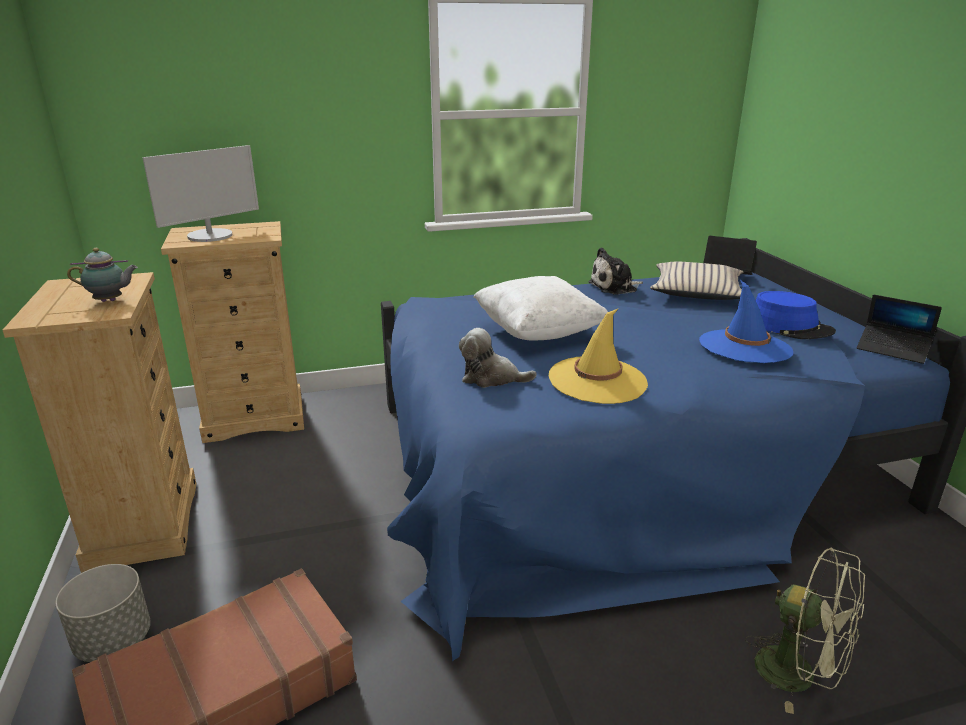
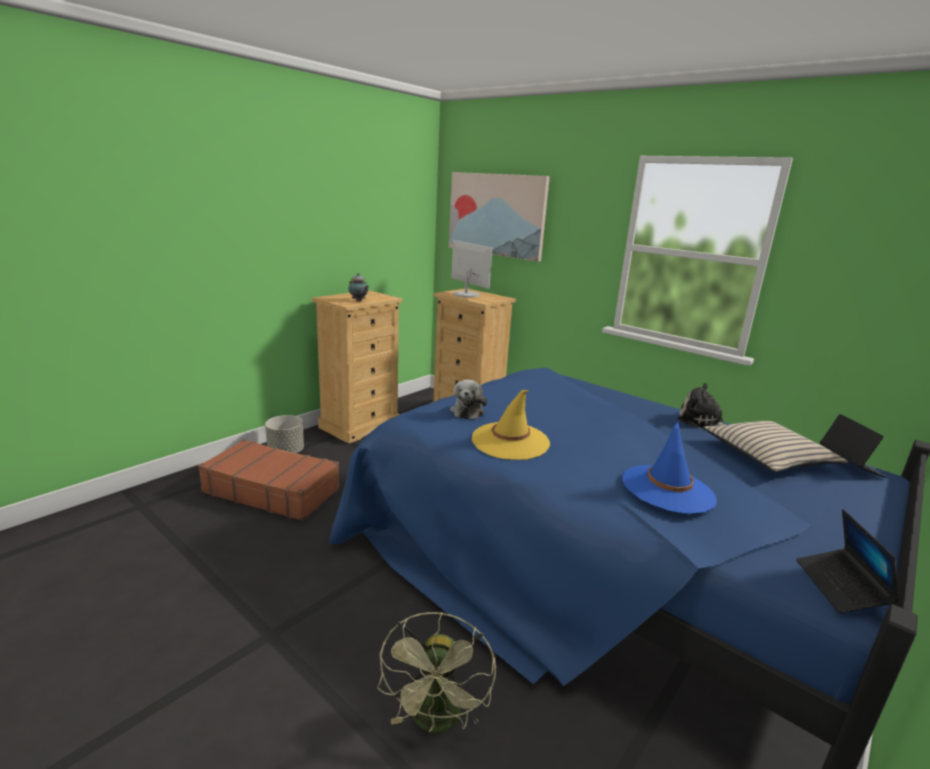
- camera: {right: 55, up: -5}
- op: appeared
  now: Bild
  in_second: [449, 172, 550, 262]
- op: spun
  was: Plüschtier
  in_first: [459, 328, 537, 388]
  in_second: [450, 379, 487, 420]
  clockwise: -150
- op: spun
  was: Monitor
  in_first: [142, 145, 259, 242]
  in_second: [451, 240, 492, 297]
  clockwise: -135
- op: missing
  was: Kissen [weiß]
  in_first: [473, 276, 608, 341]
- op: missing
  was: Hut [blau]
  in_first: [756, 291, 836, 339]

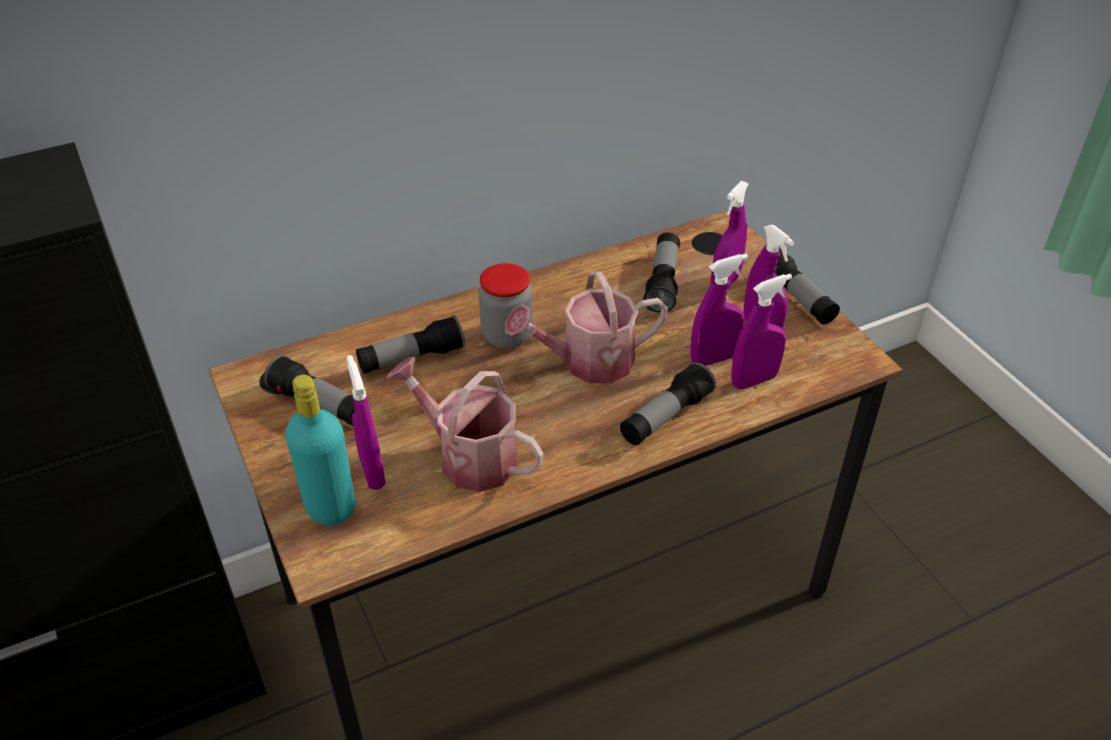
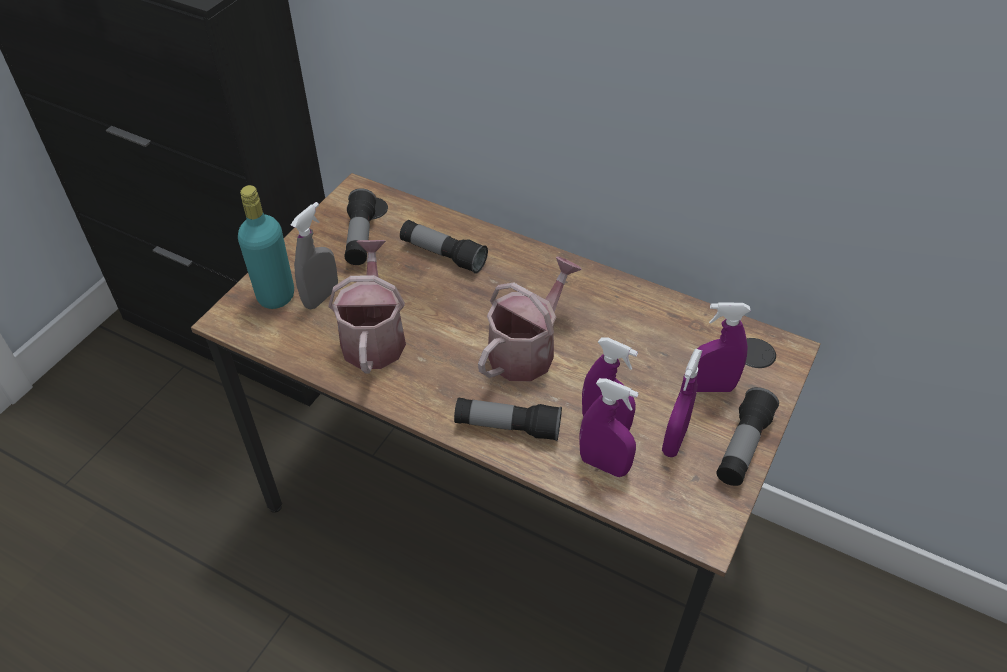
- camera: {right: 55, up: 5}
- op: colour
  was: Sprühflasche [lila]
  now: Sprühflasche [grau]
  in_first: [347, 355, 386, 490]
  in_second: [291, 202, 338, 310]
- op: spun
  was: Gießkanne
  in_first: [505, 271, 668, 383]
  in_second: [478, 257, 582, 381]
  clockwise: 90
- op: missing
  was: Vorratsglas
  in_first: [479, 263, 533, 349]
- op: missing
  was: Taschenlampe
  in_first: [643, 232, 680, 313]

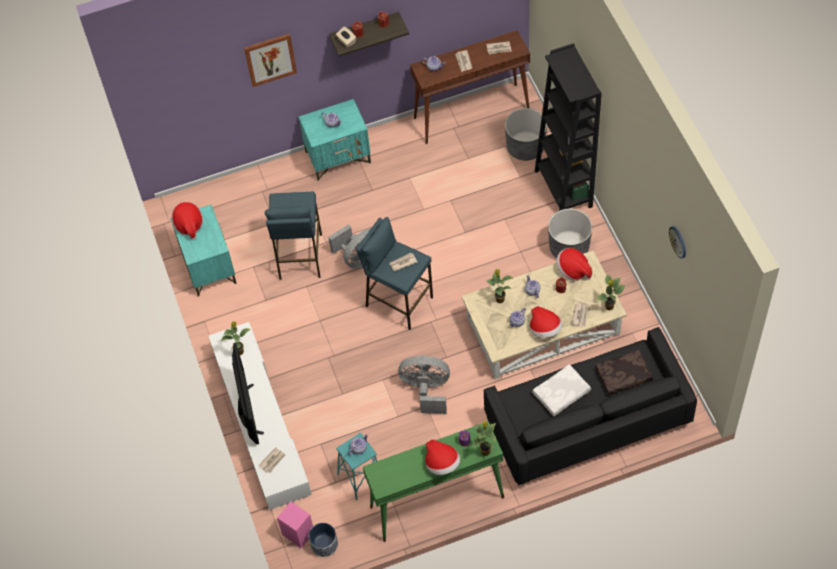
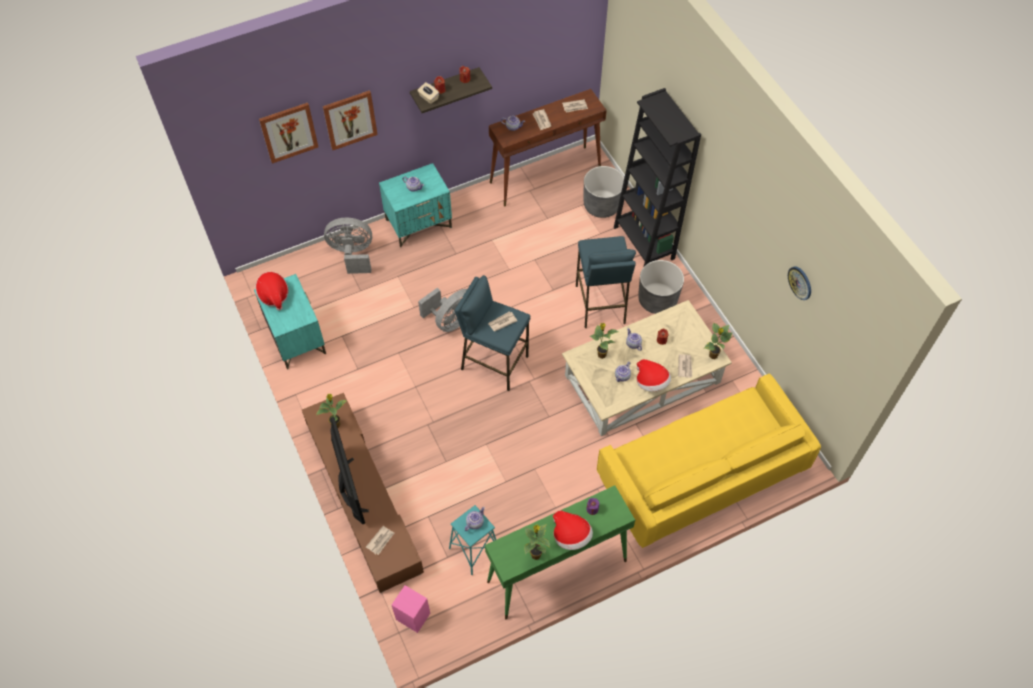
- camera: {right: -10, up: 0}
- op: appeared
  now: Bild
  in_second: [259, 103, 318, 164]
- op: colour
  was: Fernsehschrank [weiß]
  now: Fernsehschrank [braun]
  in_first: [209, 322, 312, 510]
  in_second: [302, 393, 424, 593]
- op: relocated
  was: Ventilator [grau]
  in_first: [398, 356, 450, 414]
  in_second: [324, 218, 372, 274]
- op: relocated
  was: Topfpflanze
  in_first: [474, 421, 496, 456]
  in_second: [524, 524, 550, 560]
- op: relocated
  was: Hocker [blau]
  in_first: [265, 192, 322, 280]
  in_second: [576, 236, 636, 328]
- op: colour
  was: Sofa [schwarz]
  now: Sofa [gelb]
  in_first: [484, 327, 697, 485]
  in_second: [597, 373, 821, 548]
- op: missing
  was: Pflanzkübel
  in_first: [309, 523, 338, 557]
- op: missing
  was: Kissen [weiß]
  in_first: [532, 364, 591, 416]
- op: missing
  was: Hut
  in_first: [556, 248, 592, 281]
- op: missing
  was: Kissen [braun]
  in_first: [595, 350, 653, 395]

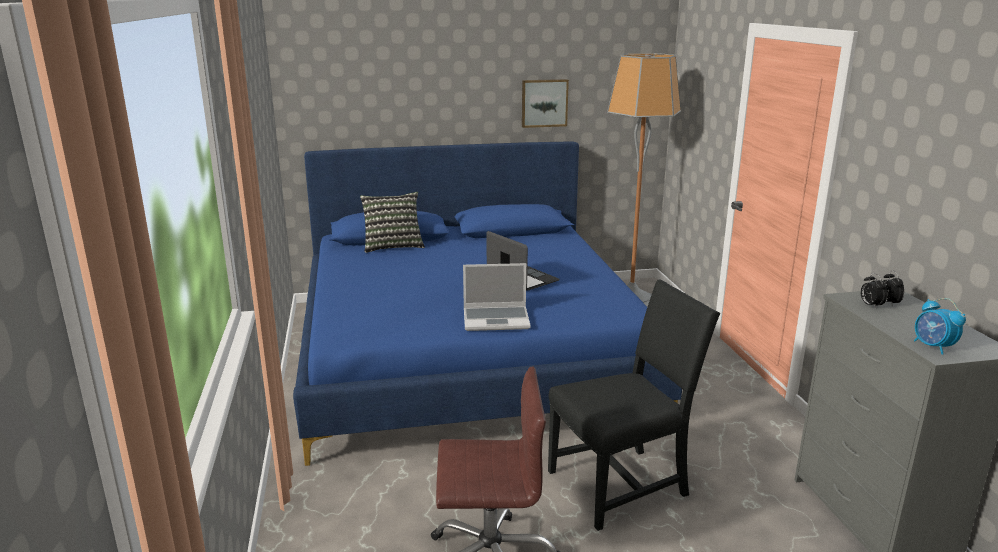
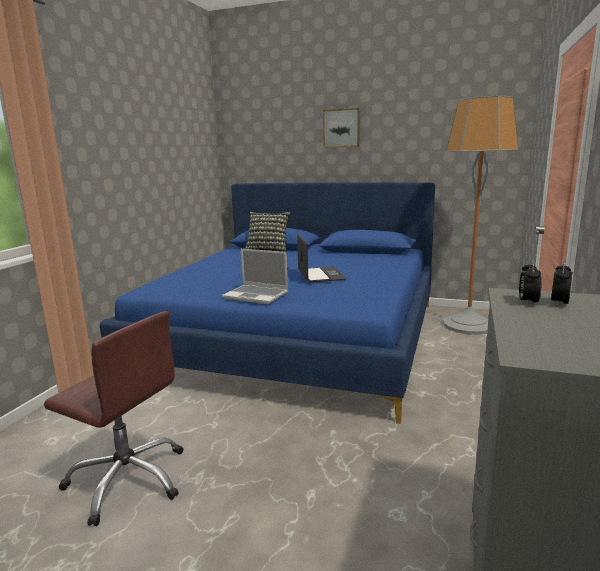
- camera: {right: 30, up: -5}
- op: relocated
  was: Bild
  in_first: [522, 79, 569, 128]
  in_second: [323, 108, 360, 148]
- op: missing
  was: Stuhl [schwarz]
  in_first: [548, 279, 720, 531]
- op: missing
  was: Wecker
  in_first: [914, 298, 966, 354]

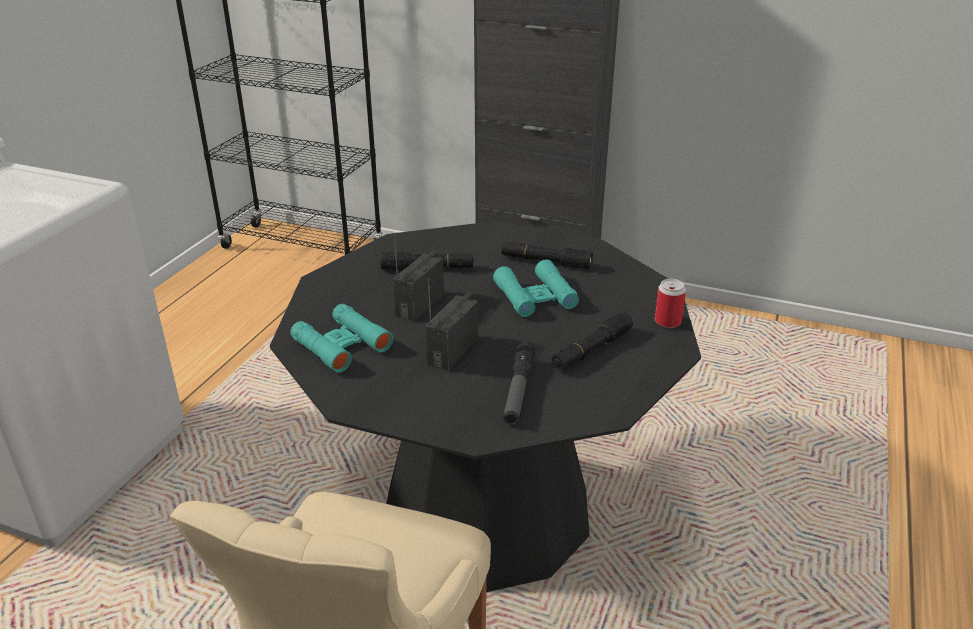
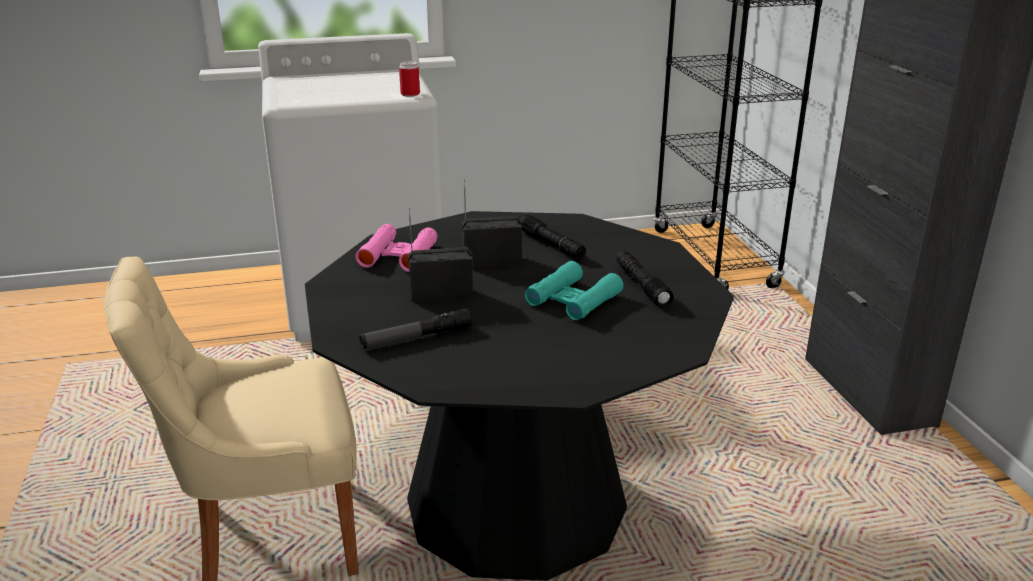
- camera: {right: 55, up: -5}
- op: colour
  was: Fernglas [türkis]
  now: Fernglas [rosa]
  in_first: [290, 304, 393, 373]
  in_second: [355, 224, 437, 272]
- op: relocated
  was: Dose
  in_first: [655, 279, 686, 328]
  in_second: [399, 61, 420, 97]
- op: missing
  was: Taschenlampe [schwarz]
  in_first: [552, 313, 633, 370]

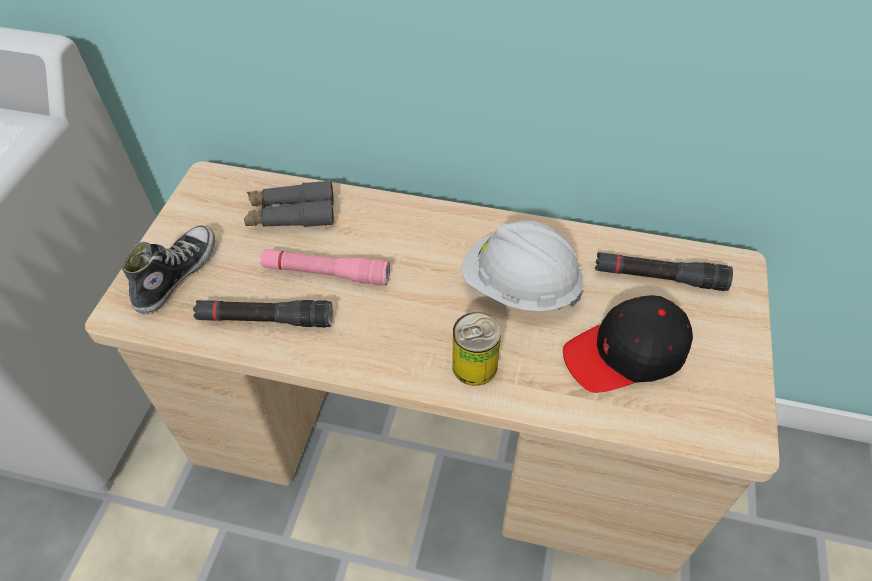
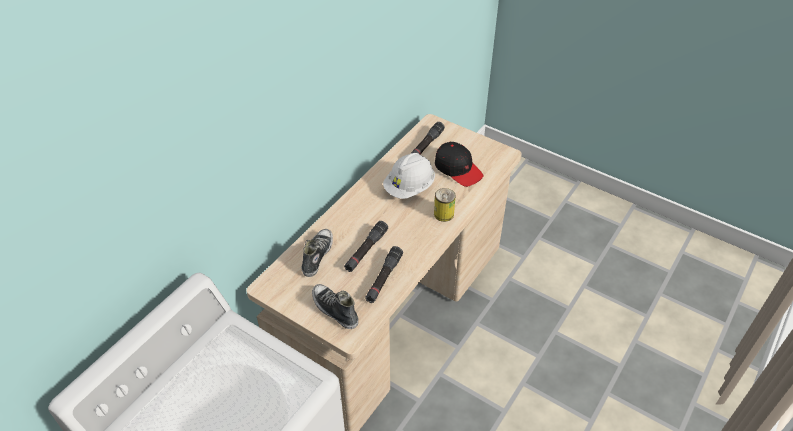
- camera: {right: -70, up: -5}
- op: exchanged
  was: Fernglas [grau]
  now: Schuh
  in_first: [244, 180, 334, 227]
  in_second: [301, 229, 333, 277]
- op: colour
  was: Taschenlampe [rosa]
  now: Taschenlampe [schwarz]
  in_first: [260, 249, 390, 286]
  in_second: [344, 221, 388, 272]
- op: spun
  was: Kappe [schwarz]
  in_first: [563, 295, 693, 393]
  in_second: [435, 142, 483, 187]
  clockwise: -45

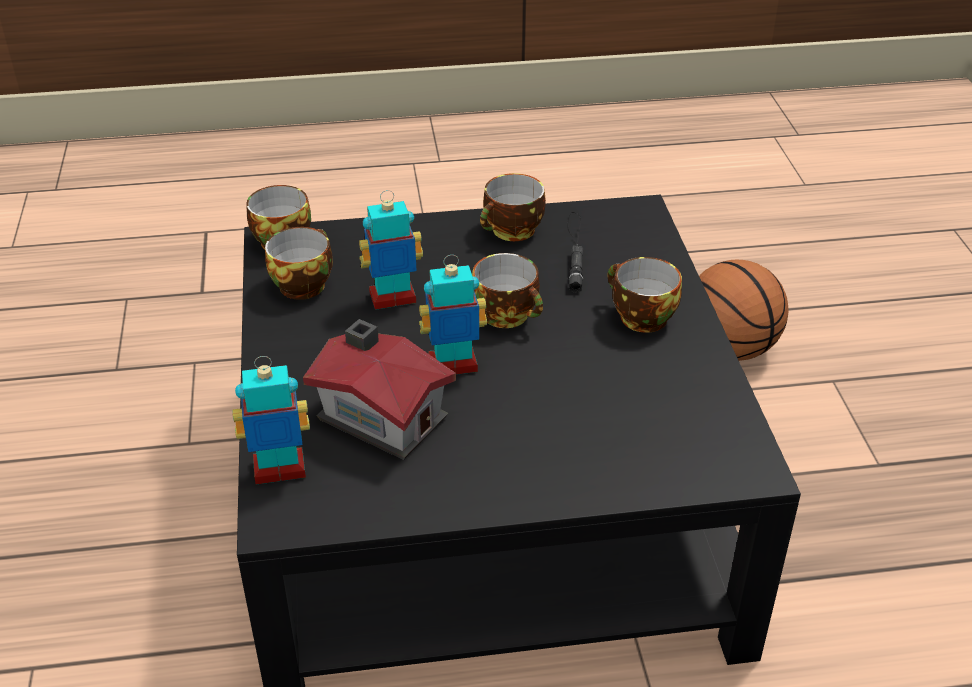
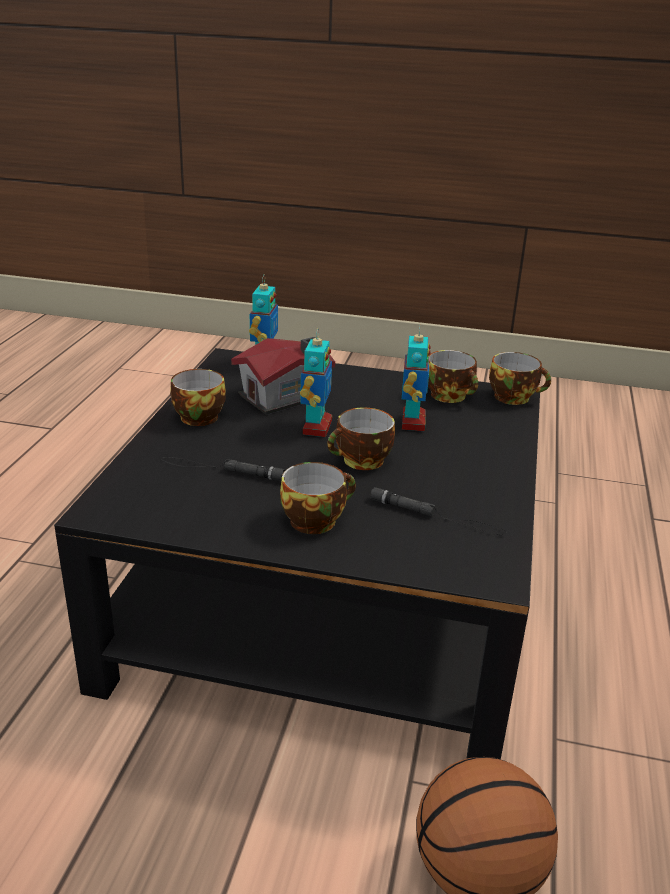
- camera: {right: 110, up: -10}
- op: appeared
  now: Taschenlampe [schwarz]
  in_second: [162, 457, 286, 481]
- op: relocated
  was: Tasse
  in_first: [480, 173, 546, 241]
  in_second: [170, 369, 226, 426]

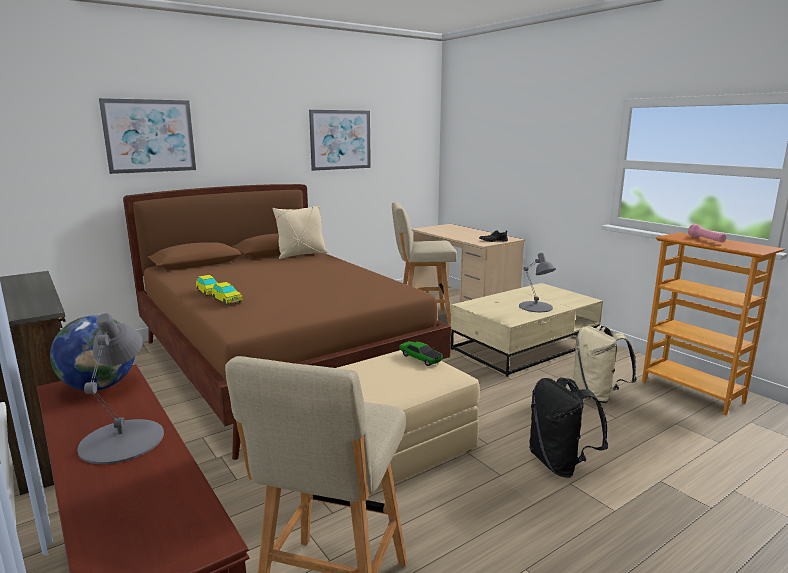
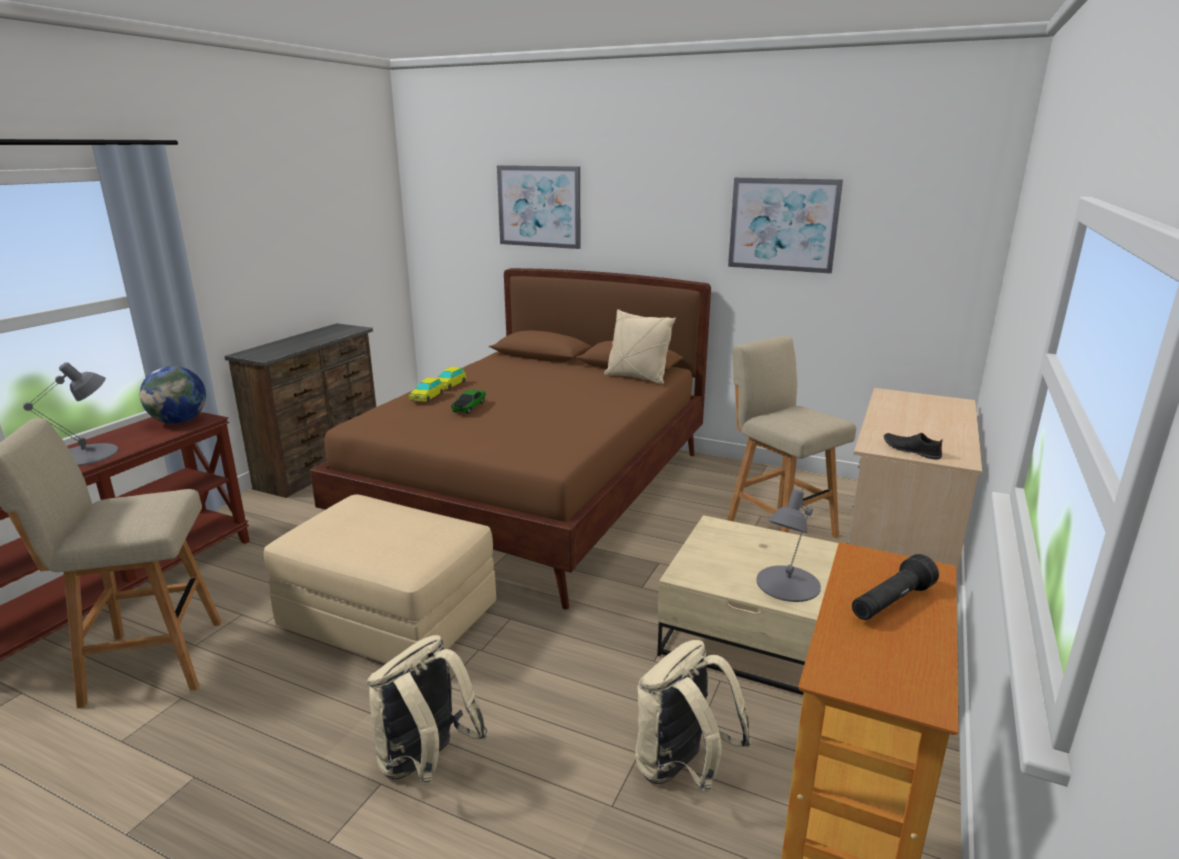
- camera: {right: 60, up: 5}
- op: colour
  was: Rucksack [schwarz]
  now: Rucksack [beige]
  in_first: [529, 378, 608, 478]
  in_second: [367, 635, 488, 785]
- op: relocated
  was: Spielzeugauto
  in_first: [399, 341, 443, 366]
  in_second: [451, 390, 486, 414]
- op: colour
  was: Taschenlampe [rosa]
  now: Taschenlampe [schwarz]
  in_first: [688, 224, 726, 242]
  in_second: [852, 554, 939, 620]

